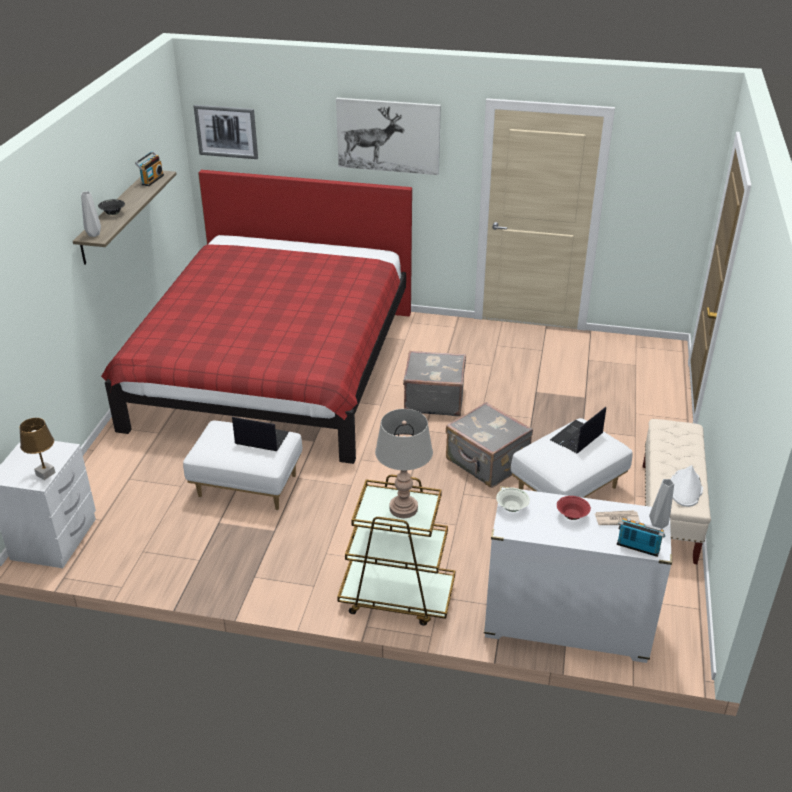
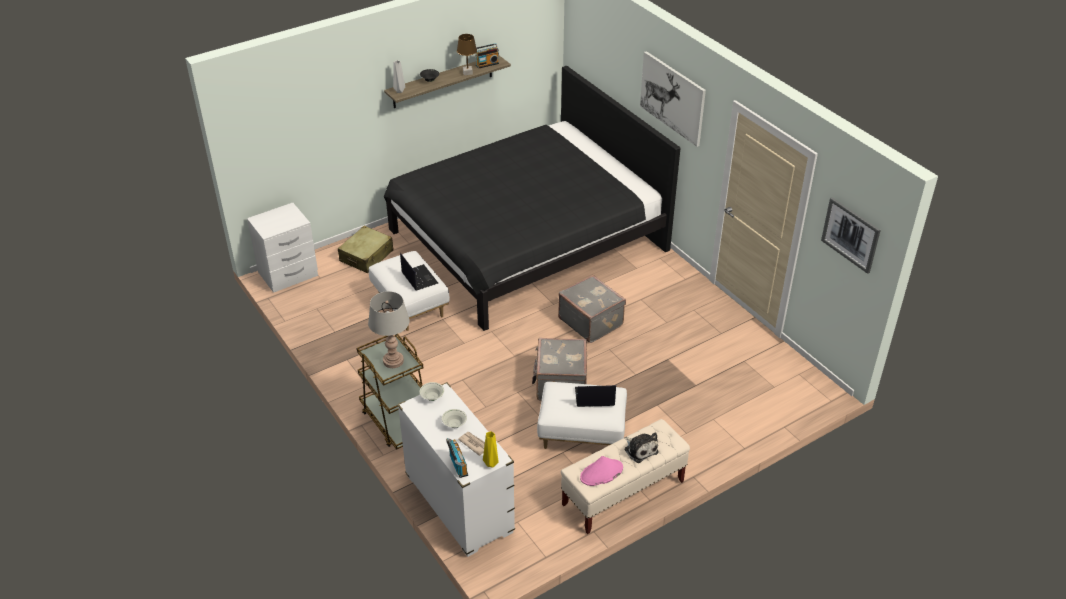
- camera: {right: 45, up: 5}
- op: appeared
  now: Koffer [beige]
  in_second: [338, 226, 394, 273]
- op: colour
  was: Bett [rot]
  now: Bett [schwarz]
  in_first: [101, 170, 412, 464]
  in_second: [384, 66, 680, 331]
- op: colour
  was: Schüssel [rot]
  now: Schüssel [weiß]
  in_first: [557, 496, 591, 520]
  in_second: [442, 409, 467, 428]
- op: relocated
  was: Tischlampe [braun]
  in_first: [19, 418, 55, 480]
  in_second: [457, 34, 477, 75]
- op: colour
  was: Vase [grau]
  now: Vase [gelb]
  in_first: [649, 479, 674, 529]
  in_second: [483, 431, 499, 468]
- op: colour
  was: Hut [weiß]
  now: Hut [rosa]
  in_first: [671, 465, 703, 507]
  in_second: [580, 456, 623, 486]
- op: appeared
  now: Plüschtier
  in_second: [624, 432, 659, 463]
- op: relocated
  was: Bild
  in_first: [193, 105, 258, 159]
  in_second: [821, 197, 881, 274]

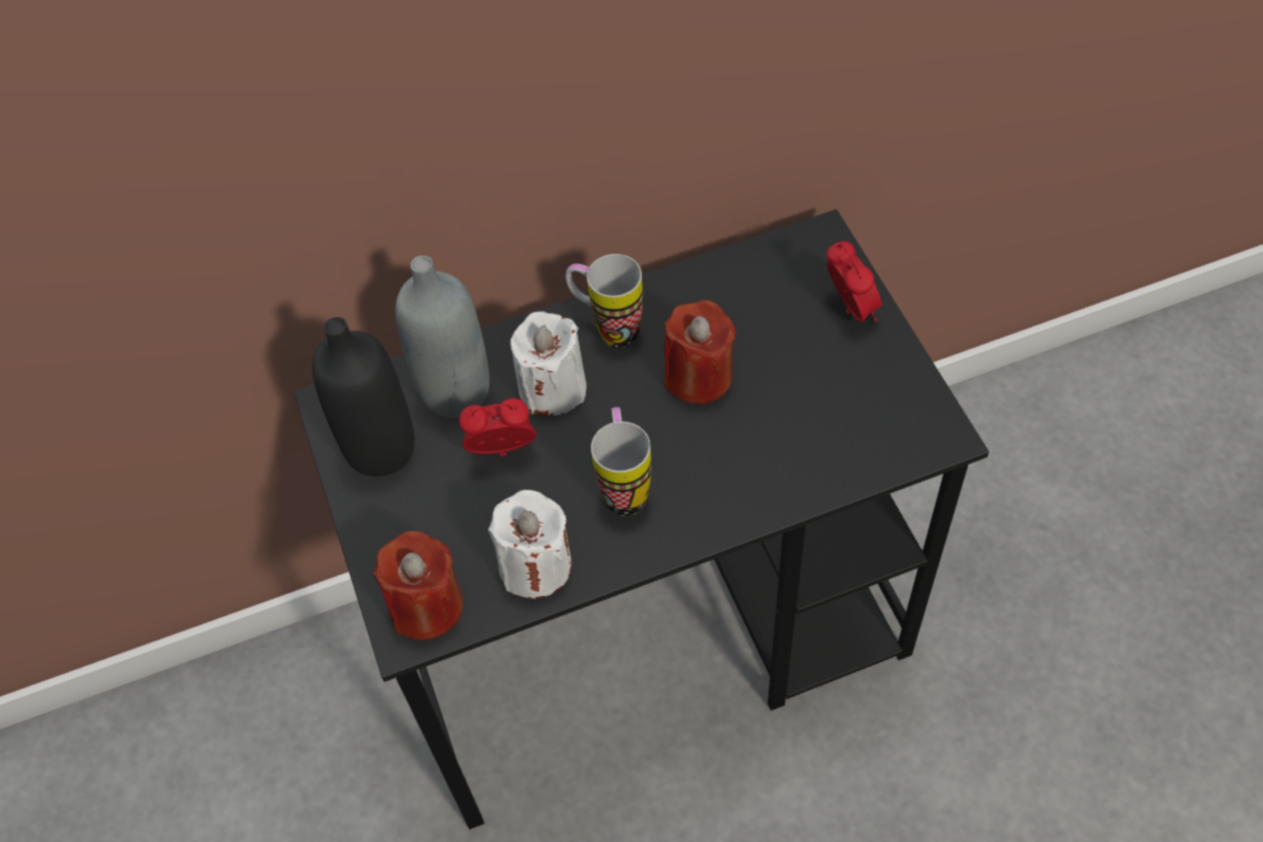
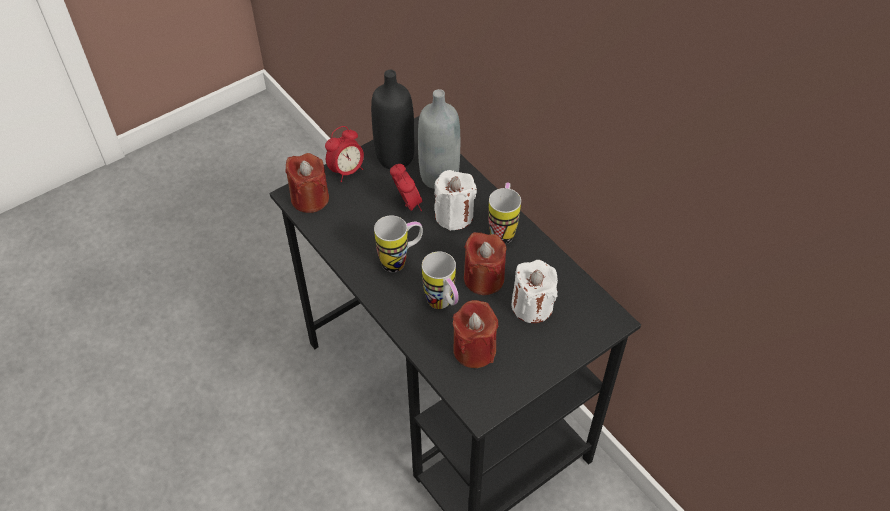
- camera: {right: 70, up: -5}
- op: relocated
  was: Wecker
  in_first: [827, 241, 882, 322]
  in_second: [325, 126, 364, 182]
- op: appeared
  now: Henkelbecher
  in_second: [422, 251, 459, 309]
- op: appeared
  now: Kerze [rot]
  in_second: [453, 300, 498, 368]
- op: relocated
  was: Kerze [weiß]
  in_first: [488, 490, 572, 599]
  in_second: [511, 260, 558, 323]

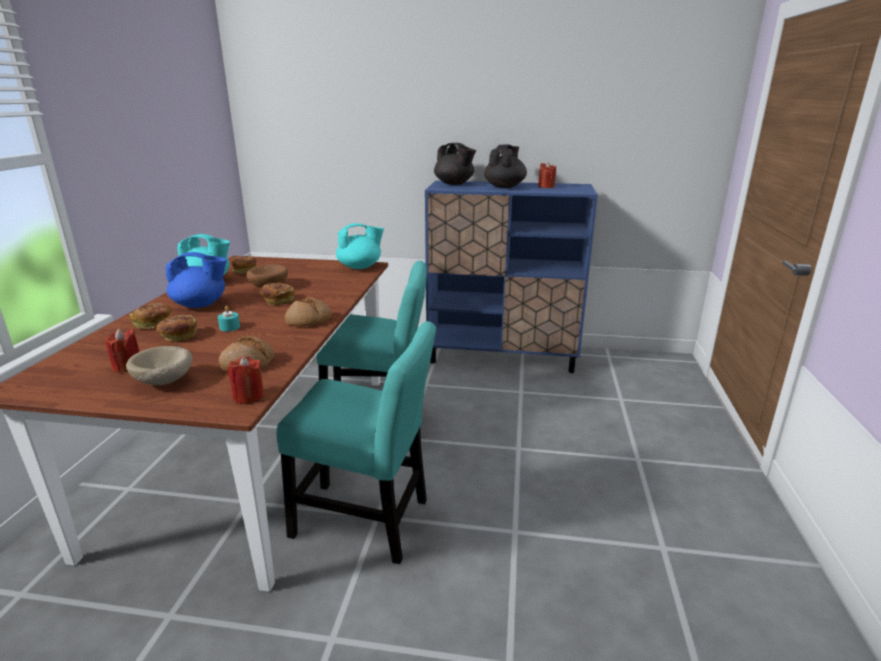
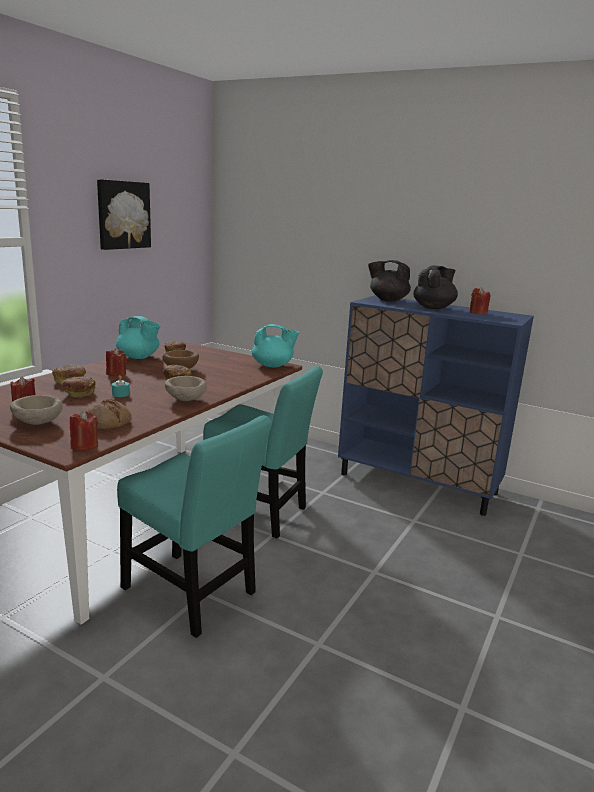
- camera: {right: 20, up: -5}
- op: appeared
  now: Bild
  in_second: [97, 179, 151, 250]
- op: exchanged
  was: Teekanne [blau]
  now: Kerze [rot]
  in_first: [166, 252, 227, 308]
  in_second: [106, 348, 127, 377]
- op: exchanged
  was: Brot
  now: Schüssel [beige]
  in_first: [285, 297, 332, 326]
  in_second: [165, 376, 207, 401]
- op: spun
  was: Teekanne [schwarz]
  in_first: [434, 143, 476, 185]
  in_second: [368, 260, 411, 302]
  clockwise: 135

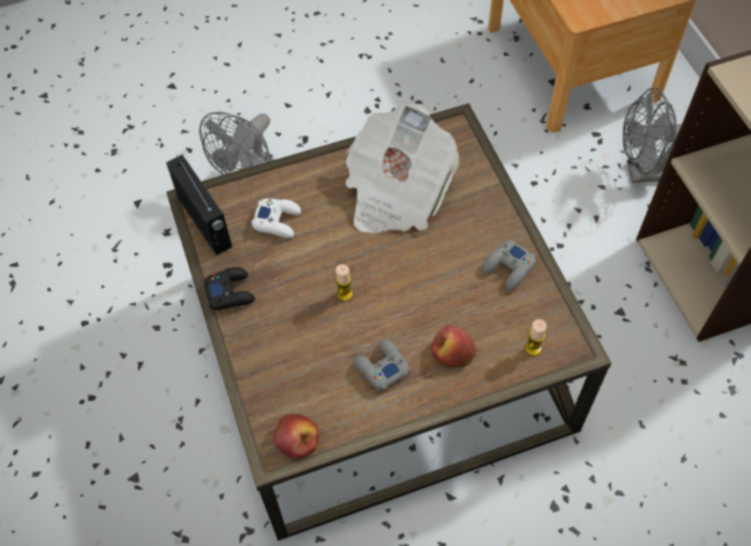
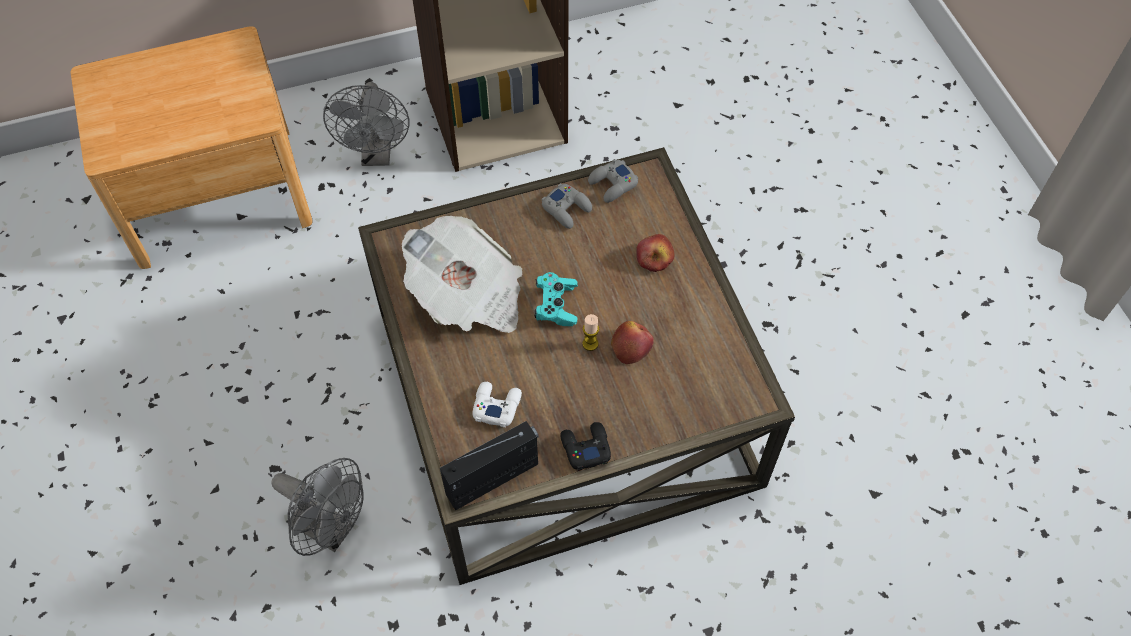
- camera: {right: -90, up: 0}
- op: appeared
  now: Gamepad [türkis]
  in_second: [534, 272, 578, 326]
- op: relocated
  was: Gamepad [grau]
  in_first: [354, 340, 409, 391]
  in_second: [588, 159, 638, 203]
- op: relocated
  was: Apfel
  in_first: [273, 414, 319, 459]
  in_second: [611, 321, 654, 364]
- op: missing
  was: Kerze
  in_first: [525, 319, 547, 356]

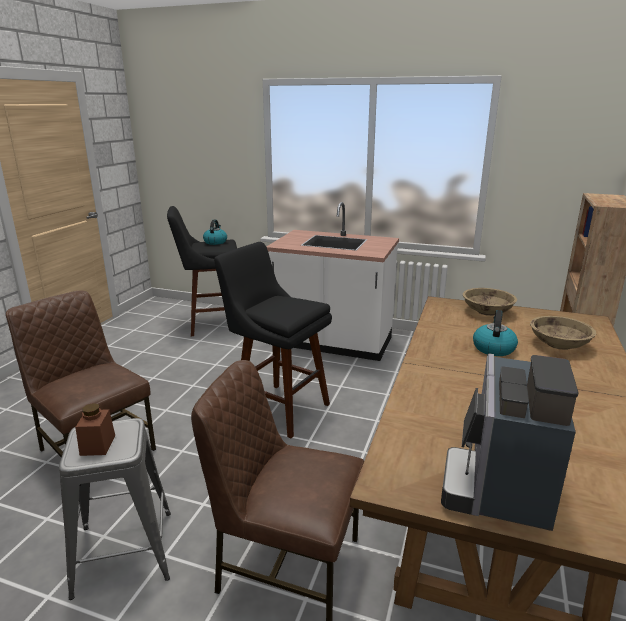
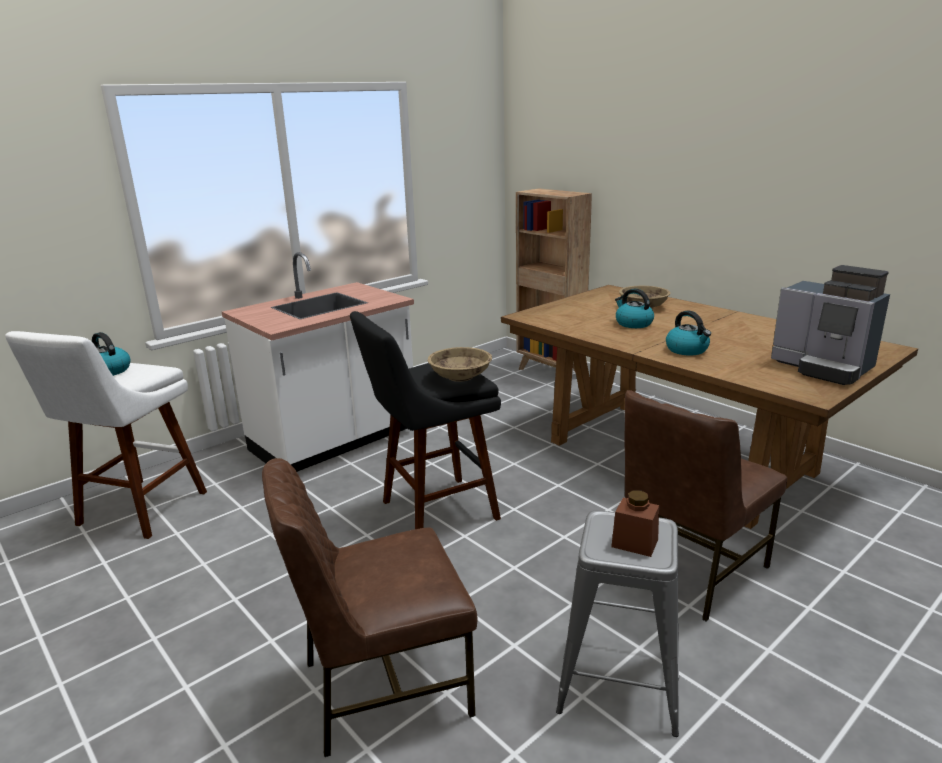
- camera: {right: -60, up: 0}
- op: colour
  was: Hocker [schwarz]
  now: Hocker [weiß]
  in_first: [167, 206, 237, 336]
  in_second: [5, 331, 207, 539]
- op: relocated
  was: Schüssel [beige]
  in_first: [463, 288, 517, 316]
  in_second: [428, 347, 492, 382]
- op: appeared
  now: Wasserkessel
  in_second: [666, 311, 711, 355]

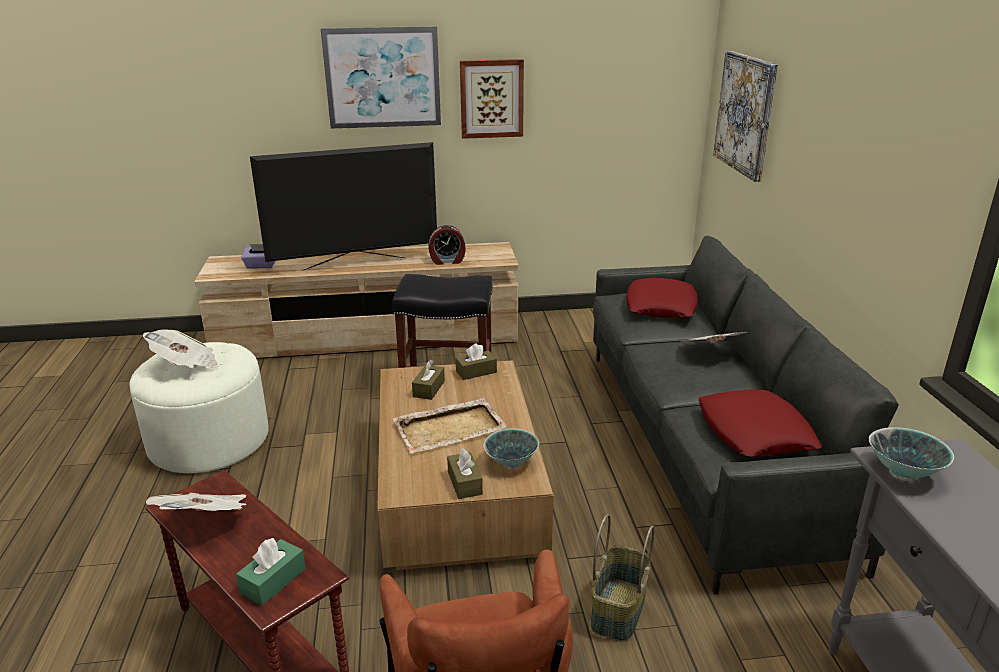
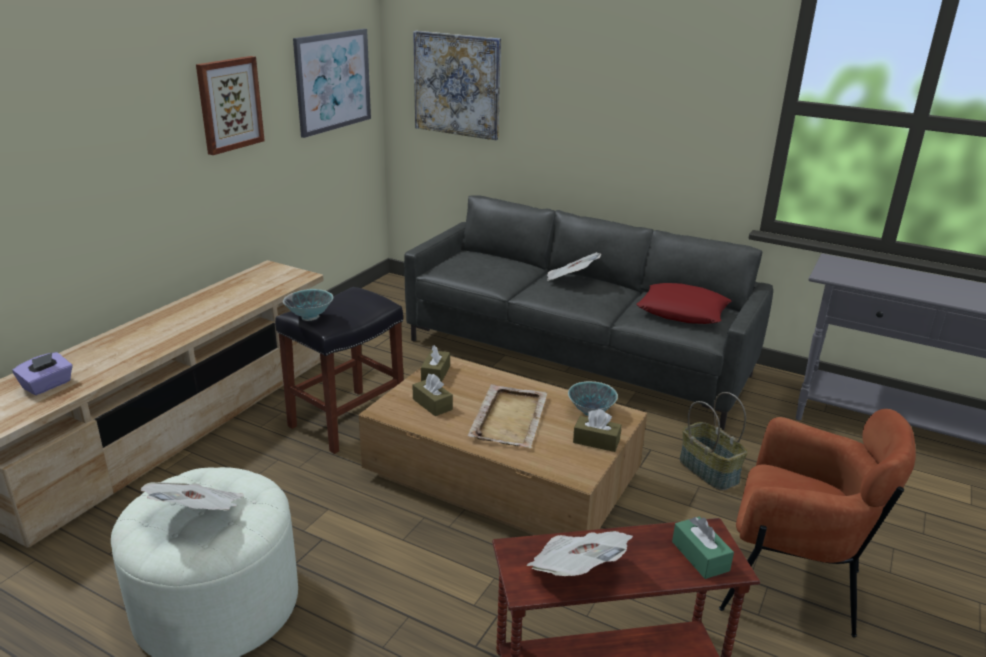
- camera: {right: -55, up: 0}
- op: relocated
  was: Schüssel
  in_first: [869, 427, 954, 481]
  in_second: [283, 289, 333, 321]
- op: relocated
  was: Bild
  in_first: [321, 26, 441, 129]
  in_second: [293, 29, 371, 138]
- op: missing
  was: Fernseher
  in_first: [250, 142, 437, 271]
- op: missing
  was: Wecker
  in_first: [428, 225, 466, 265]
- op: missing
  was: Kissen [rot]
  in_first: [626, 278, 698, 318]

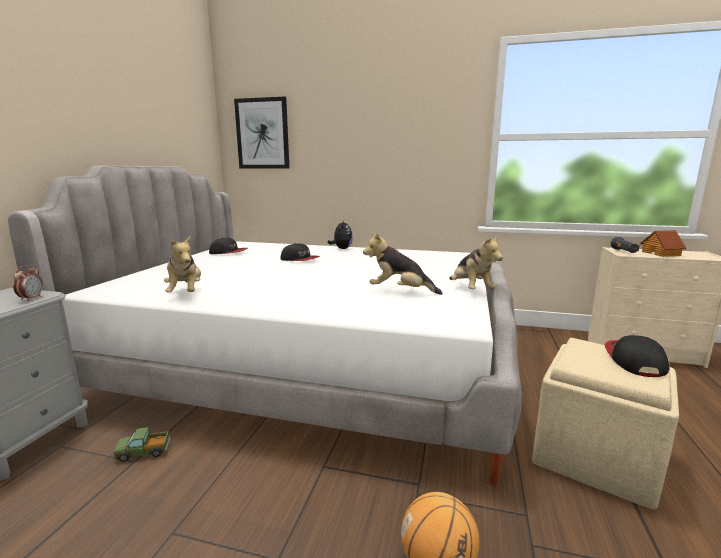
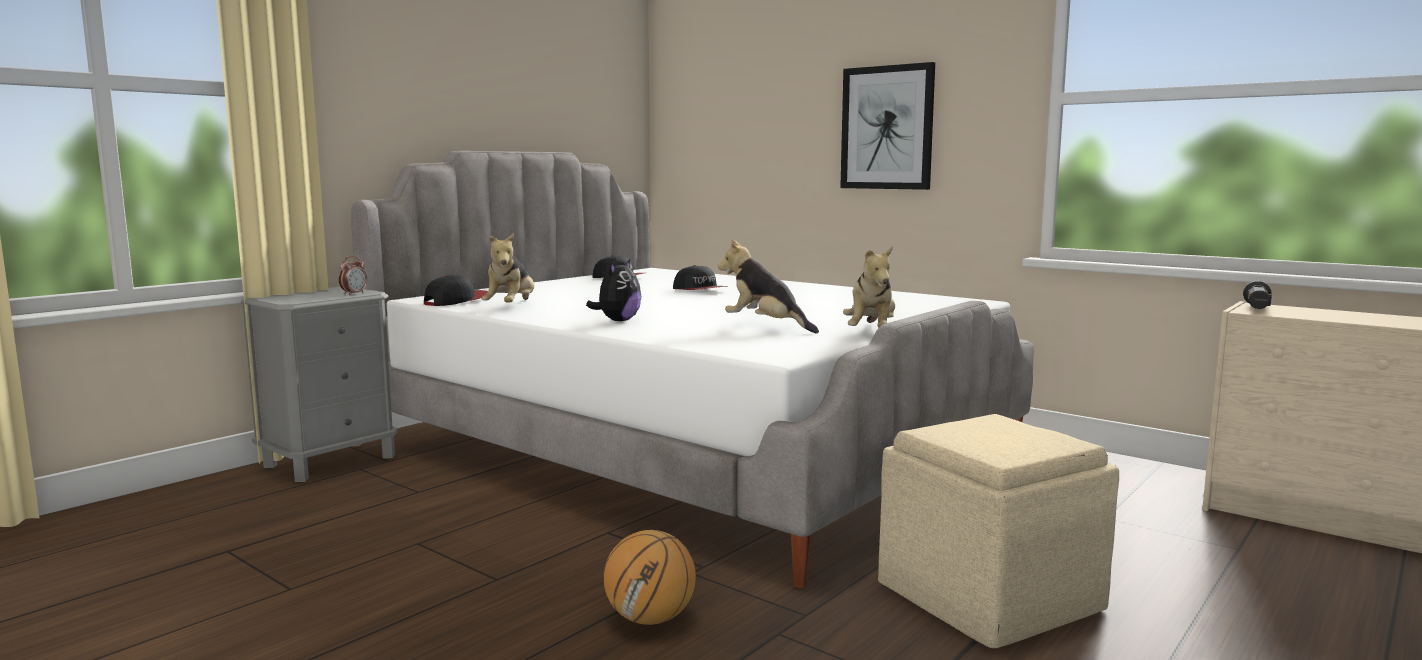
- camera: {right: 25, up: -5}
- op: relocated
  was: Kappe
  in_first: [605, 335, 669, 377]
  in_second: [424, 275, 488, 306]
- op: relocated
  was: Plüschtier
  in_first: [328, 221, 353, 249]
  in_second: [586, 259, 641, 321]
- op: relocated
  was: Bild
  in_first: [234, 97, 289, 168]
  in_second: [840, 62, 935, 190]
- op: missing
  was: Spielzeuglaster
  in_first: [113, 427, 171, 462]
- op: missing
  was: Spielzeughaus
  in_first: [640, 230, 686, 257]

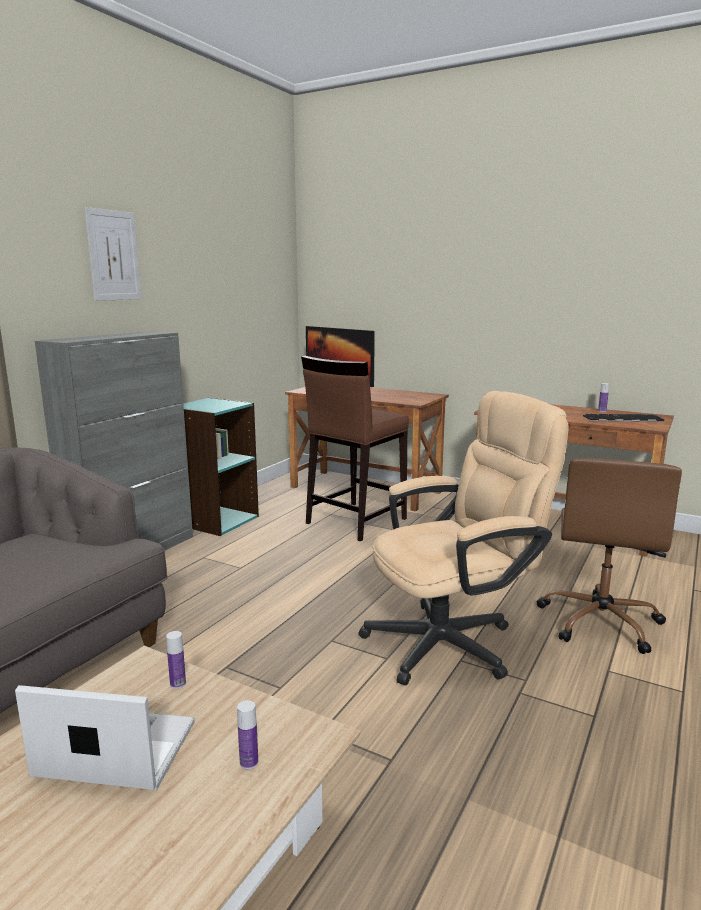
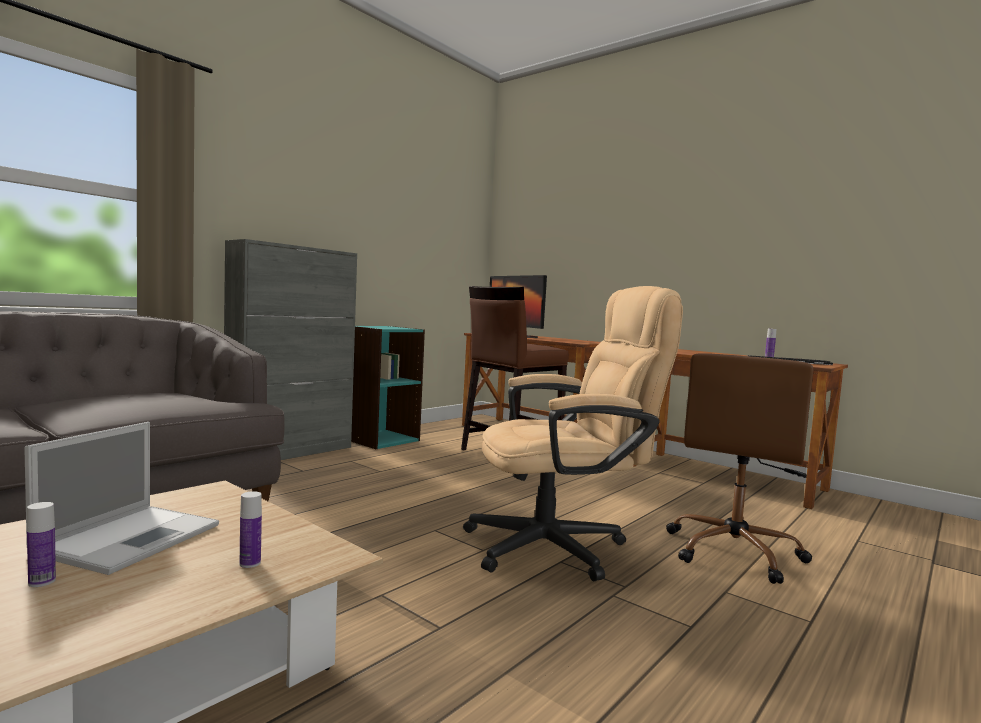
- camera: {right: 10, up: -10}
- op: spun
  was: Laptop
  in_first: [15, 685, 195, 790]
  in_second: [24, 422, 219, 575]
  clockwise: 90
- op: relocated
  was: Flasche
  in_first: [166, 631, 186, 689]
  in_second: [27, 502, 56, 587]
- op: missing
  was: Bild
  in_first: [84, 207, 142, 301]

